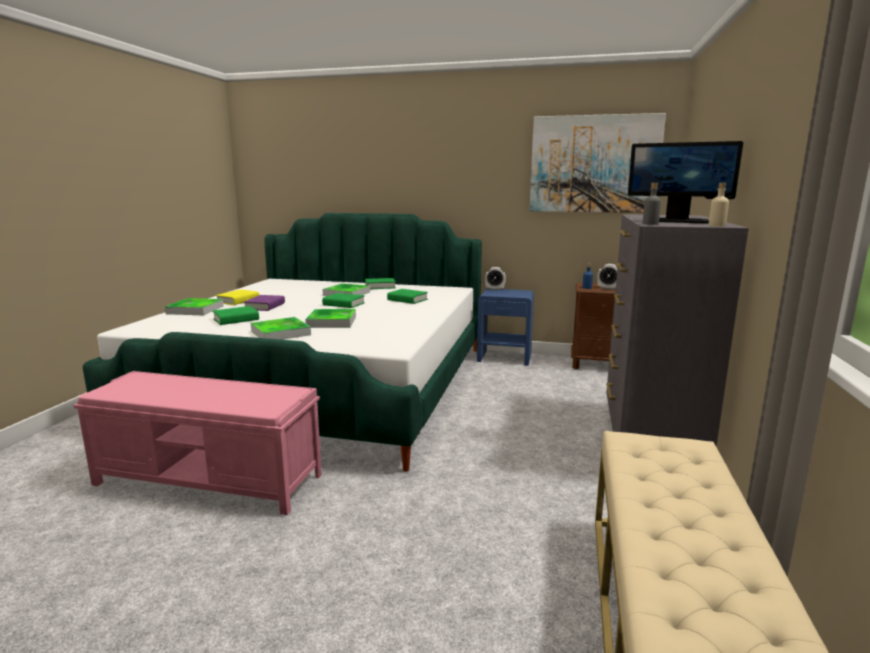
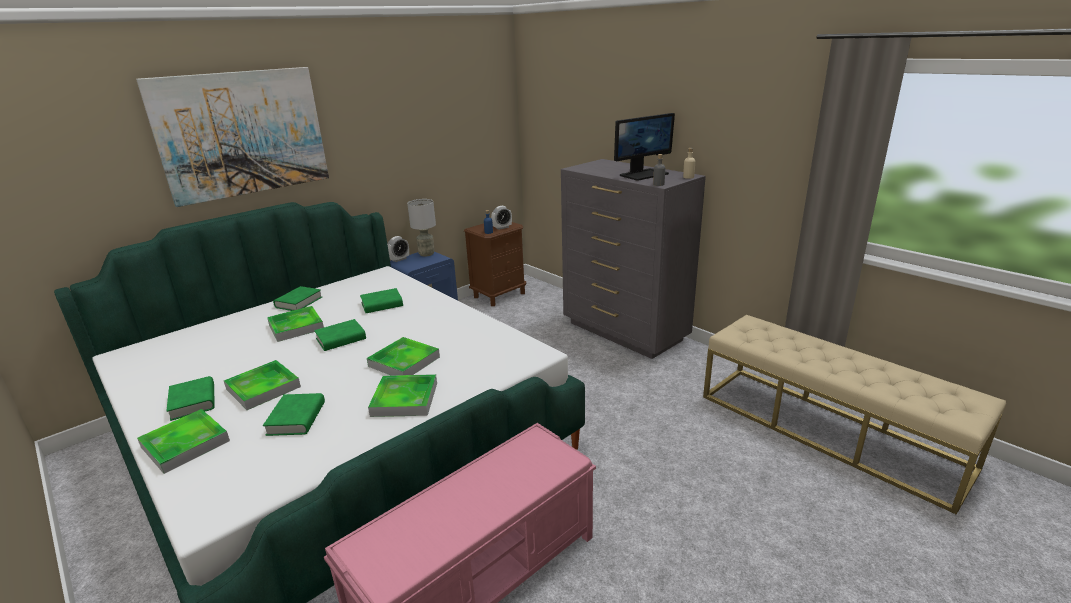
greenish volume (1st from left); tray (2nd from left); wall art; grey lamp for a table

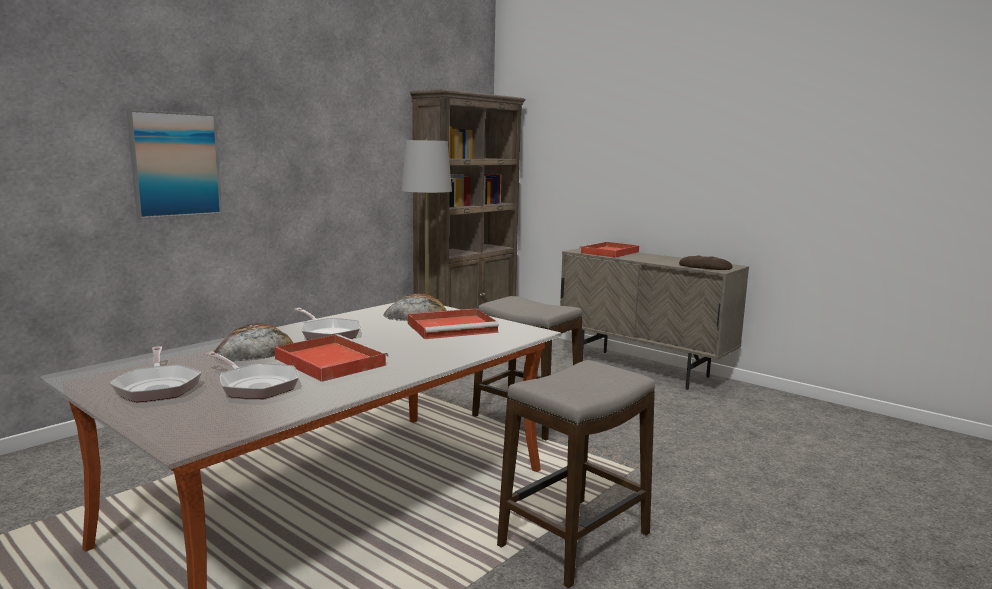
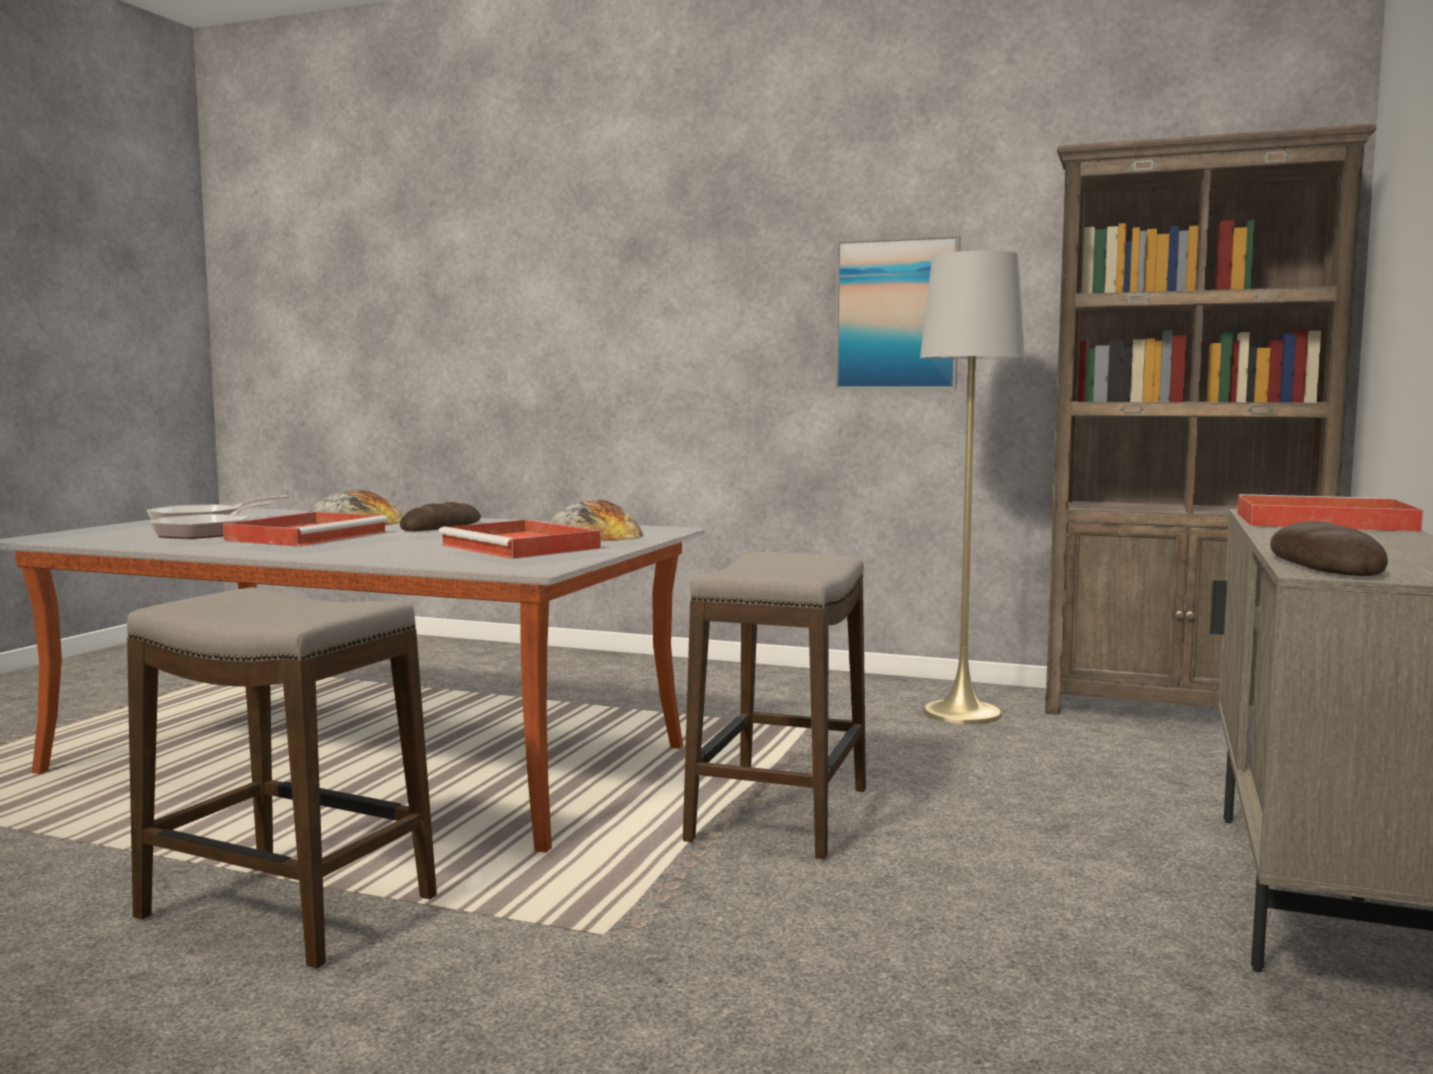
wall art; baked bread (2nd from left)

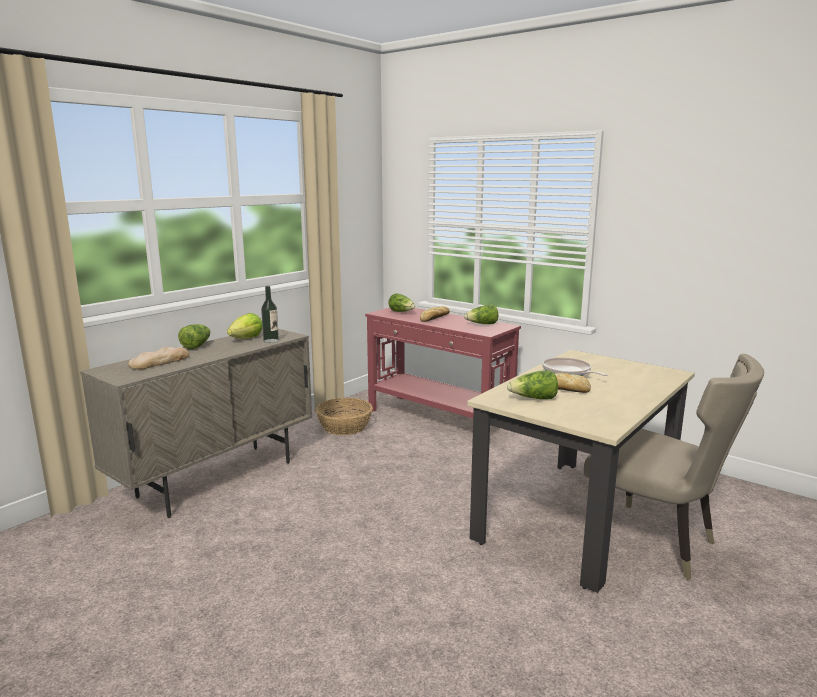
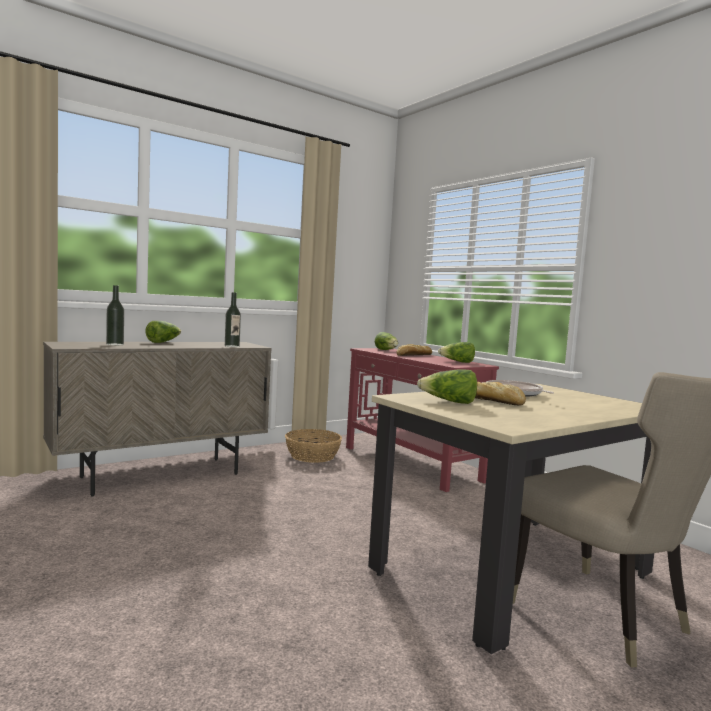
bottle (1st from left); lettuce head (2nd from left in the first image)

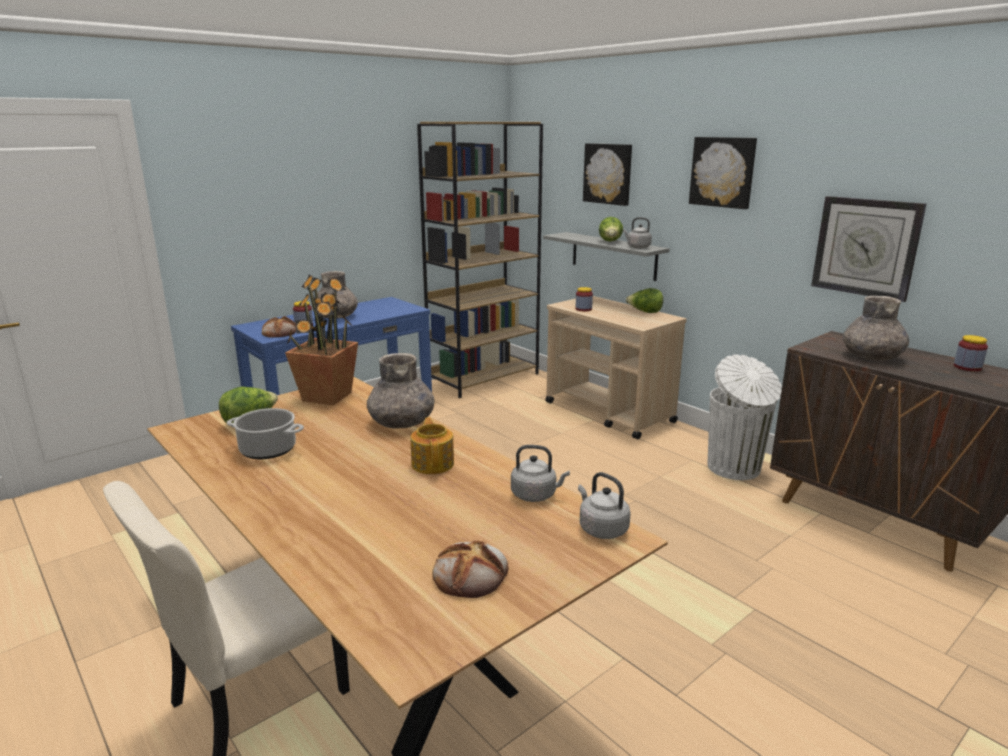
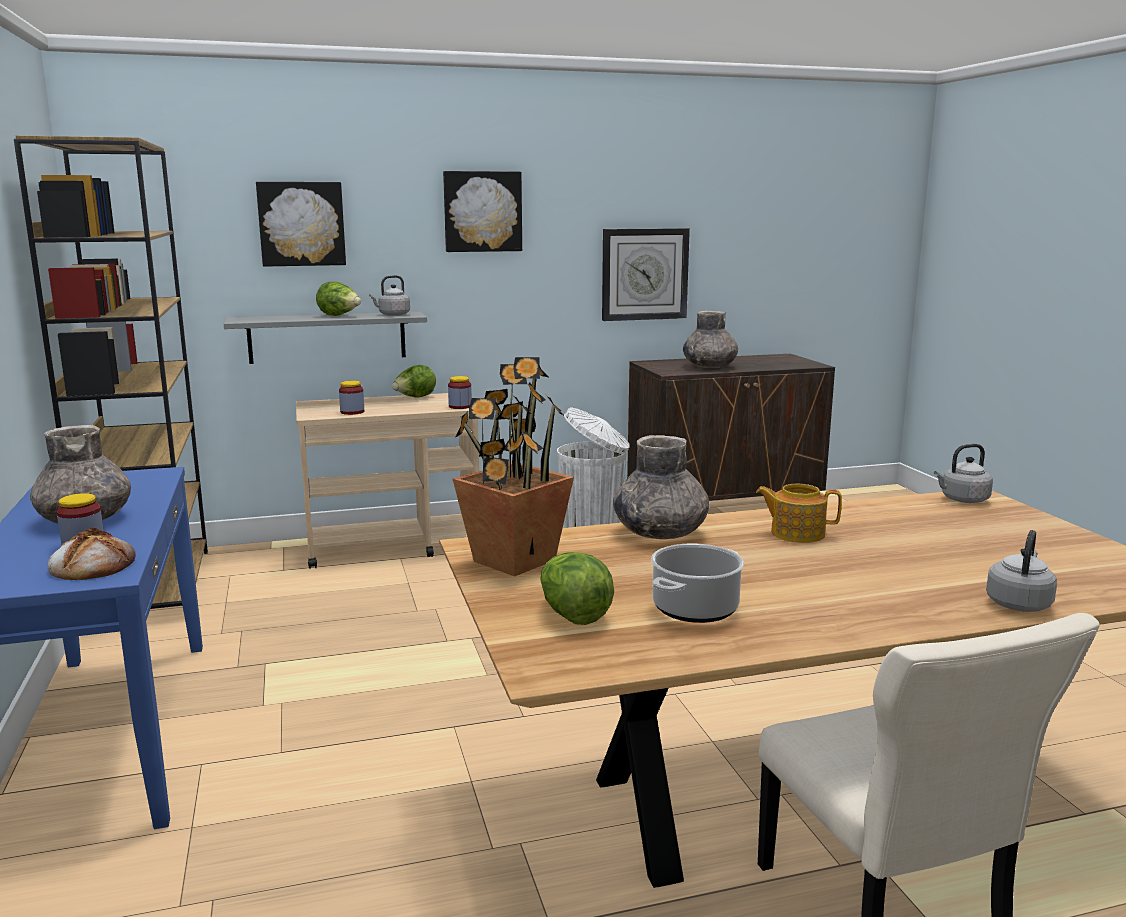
baked bread (2nd from left in the first image); grey water kettle (3rd from left); storage jar (3rd from left)

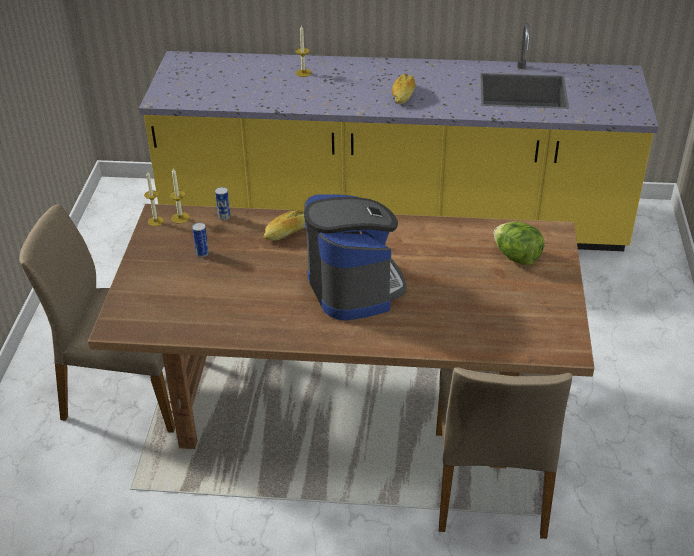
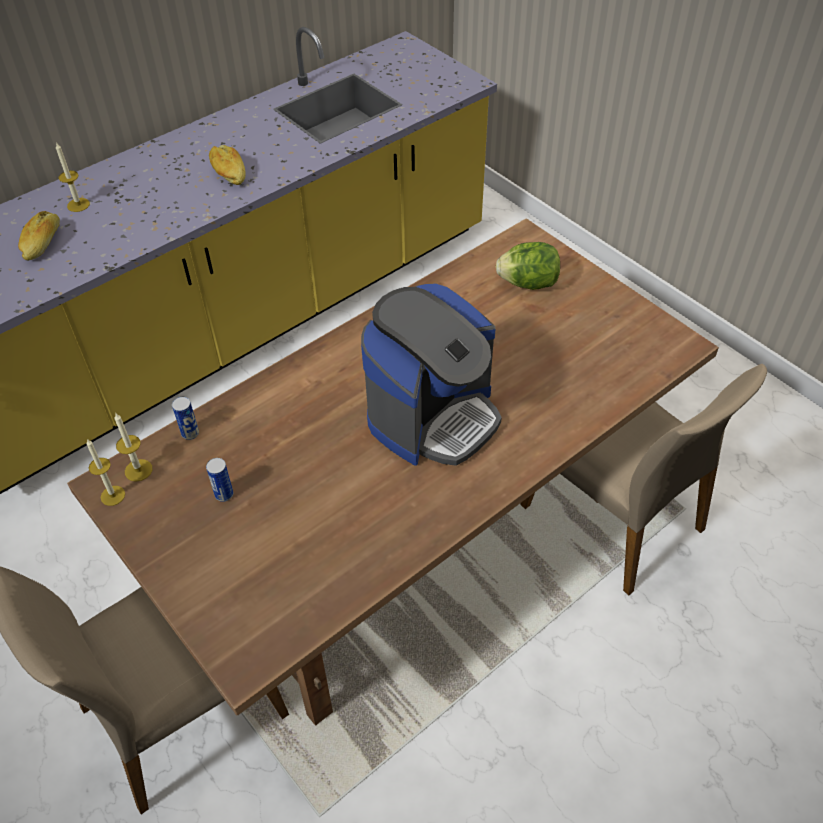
baked bread (1st from left); coffee brewer

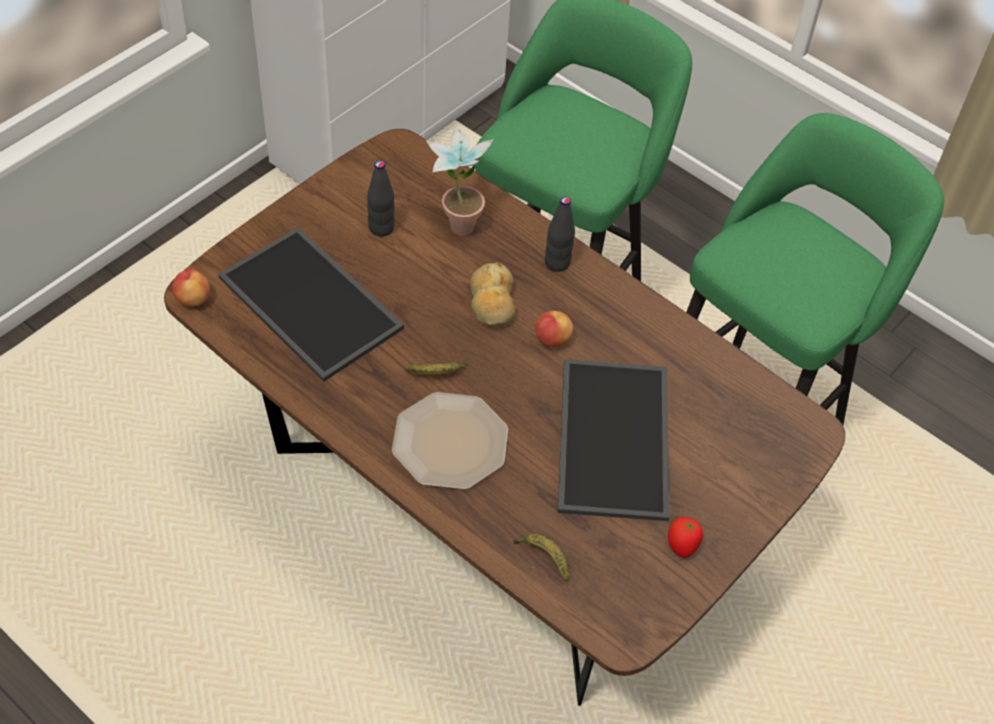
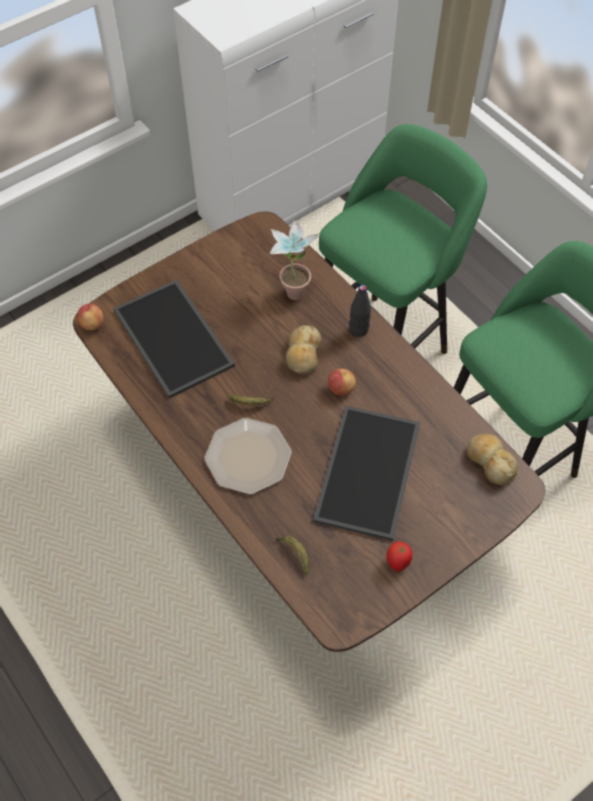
black-coloured bottle (1st from left in the first image); baked bread (2nd from left)

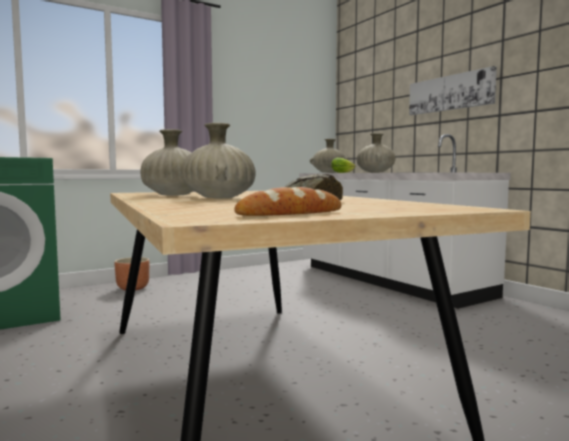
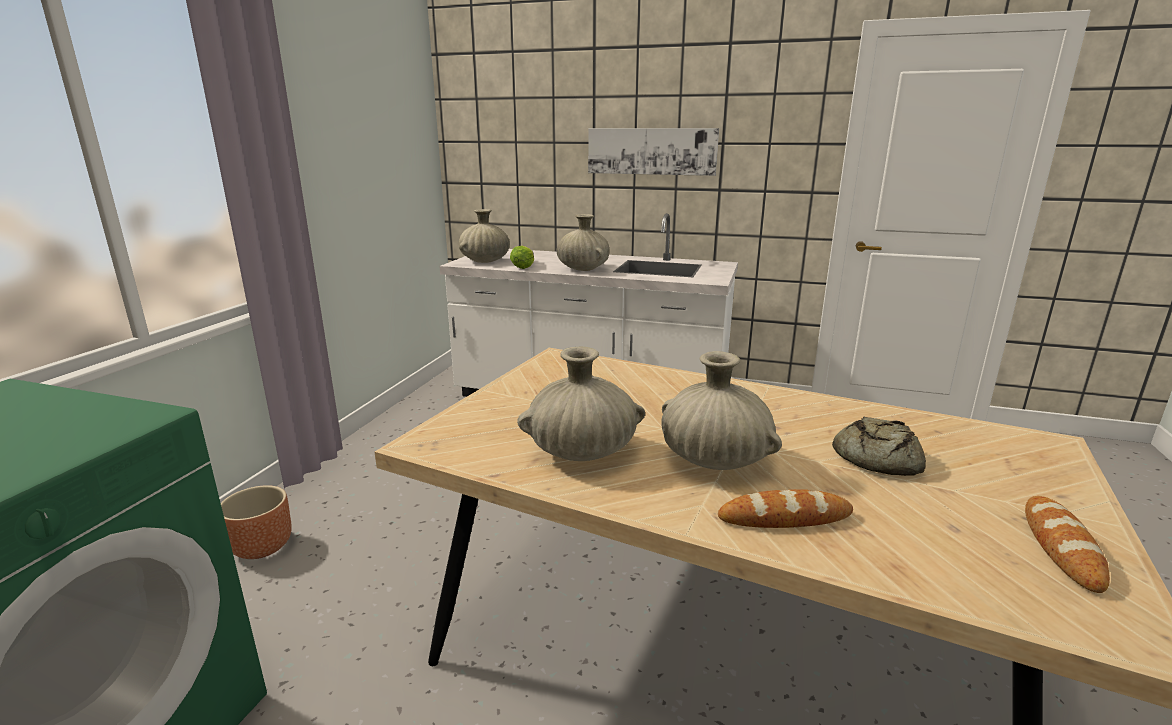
baked bread (1st from left)

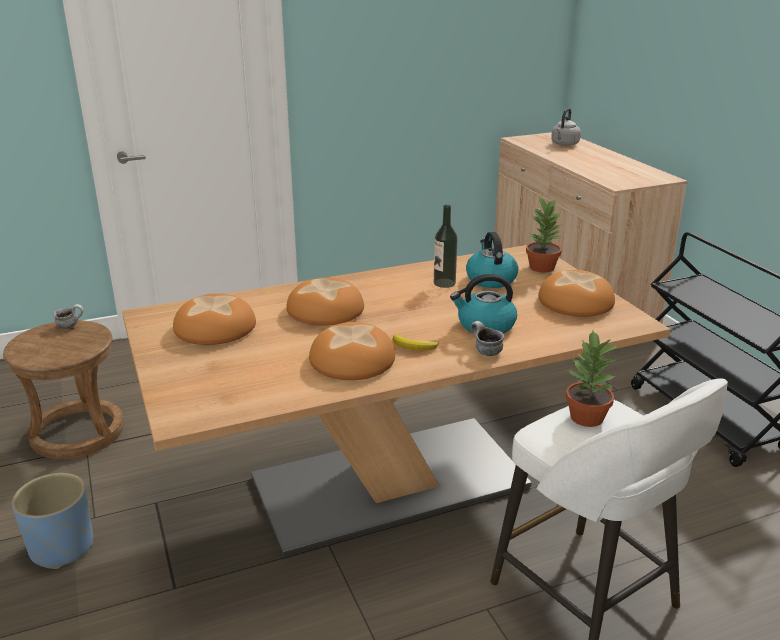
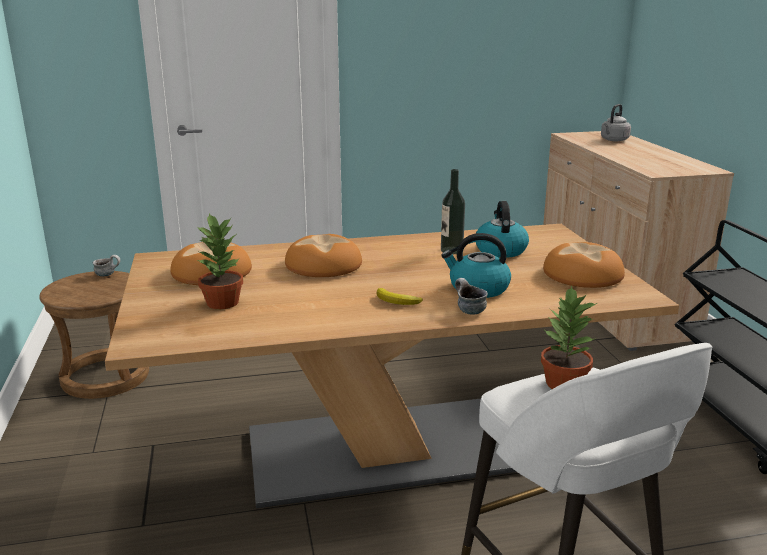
blue planter; baked bread (3rd from left in the first image); houseplant (1st from left)

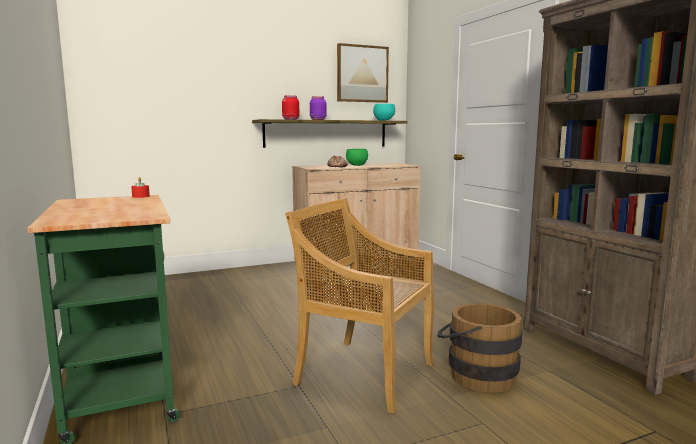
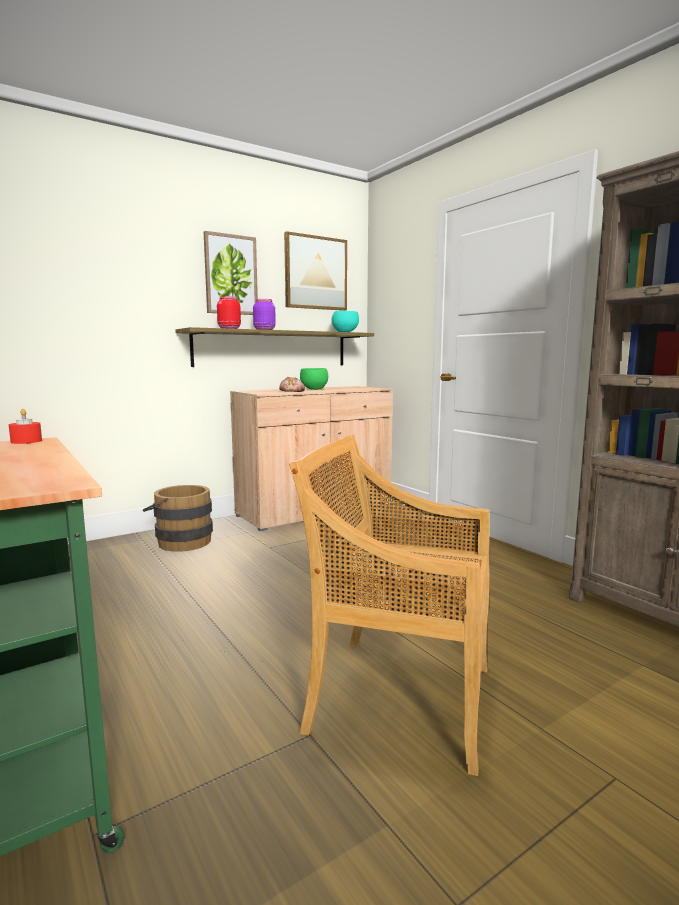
brown-coloured pail; wall art (1st from left)

